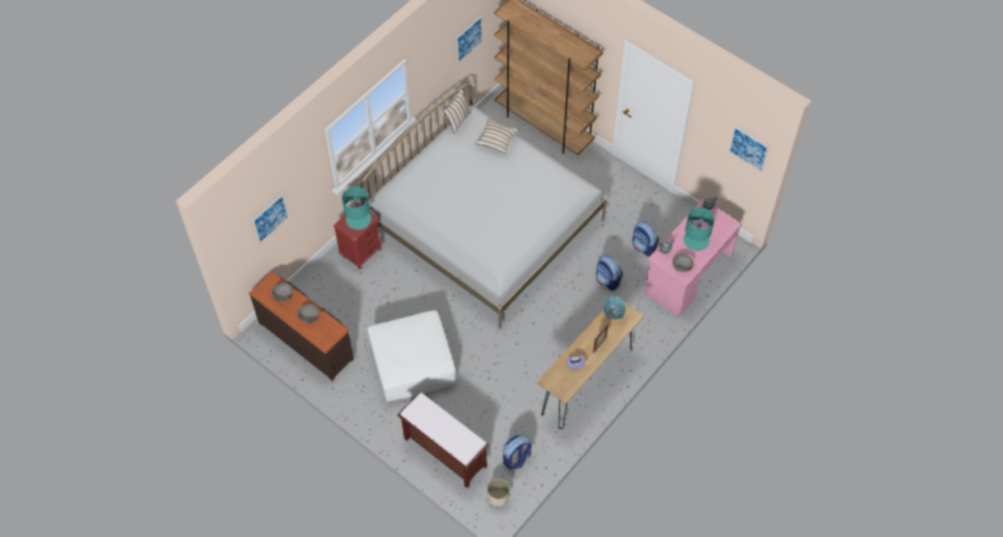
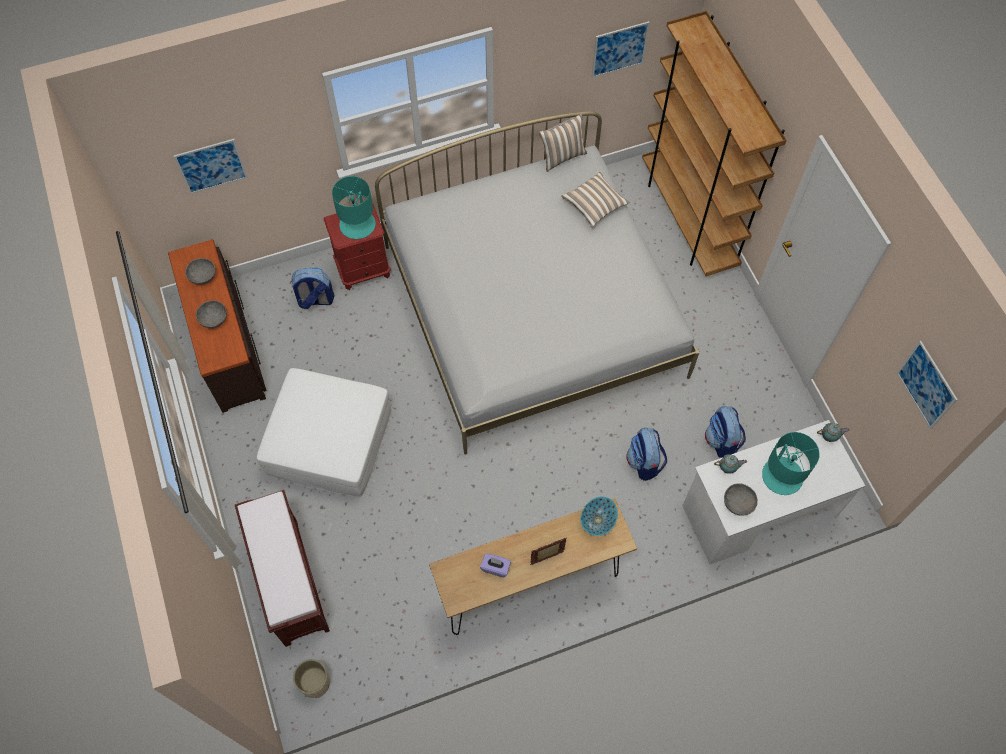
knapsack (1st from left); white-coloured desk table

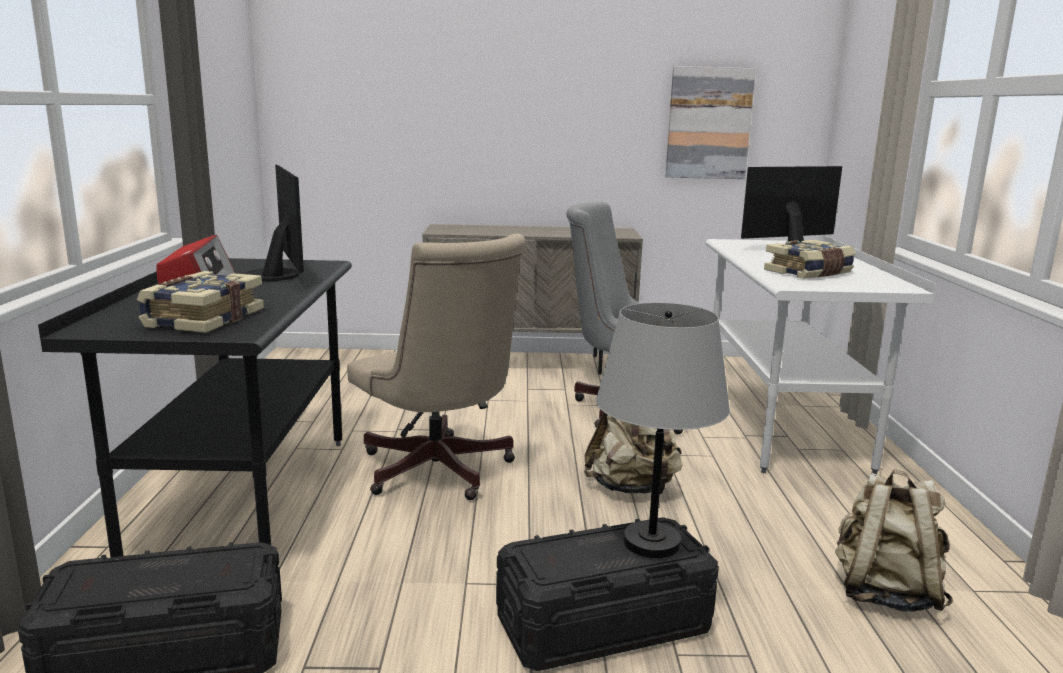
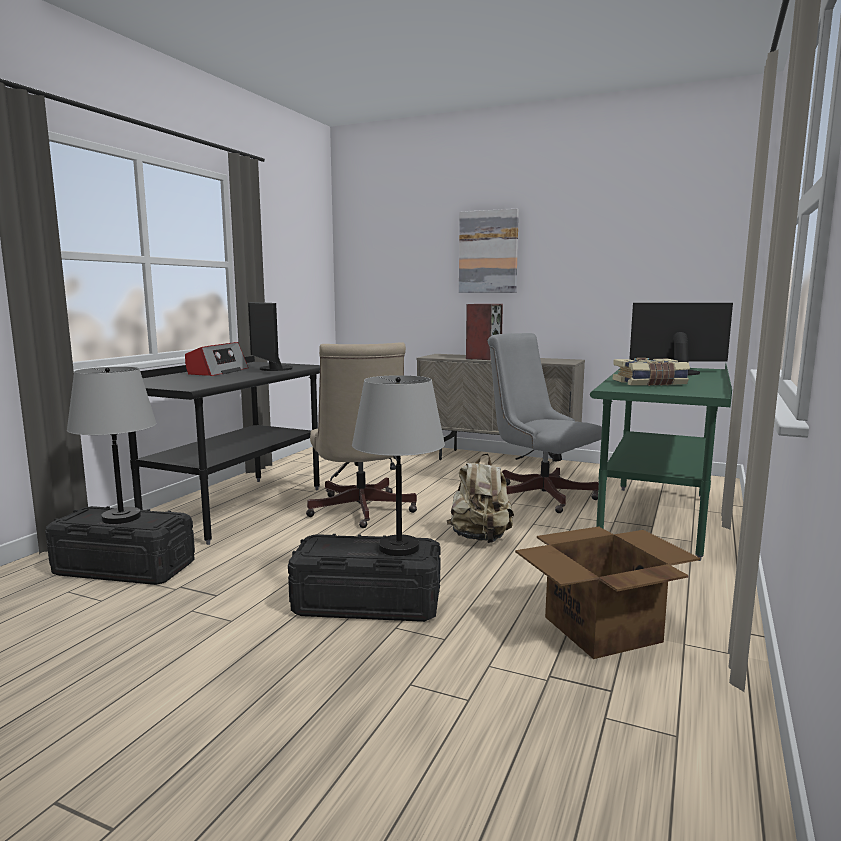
volume (1st from left in the first image); monitor (1st from left); wall art; greenish desk table; packing box; grey lamp for a table (1st from left); audio speaker

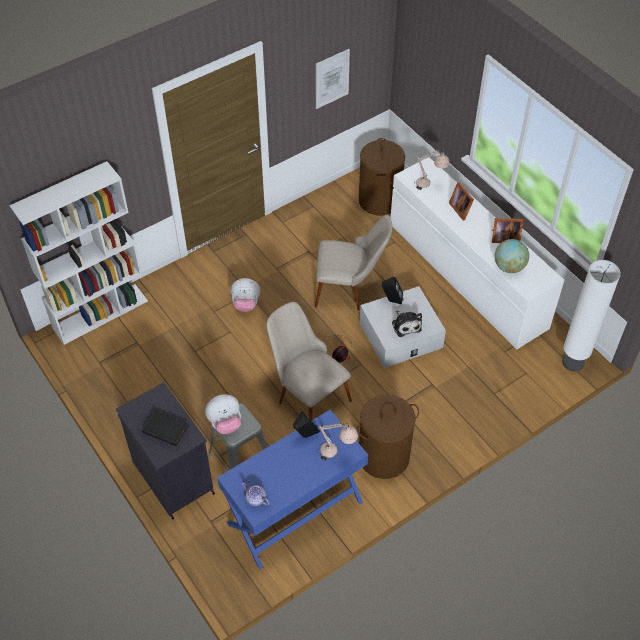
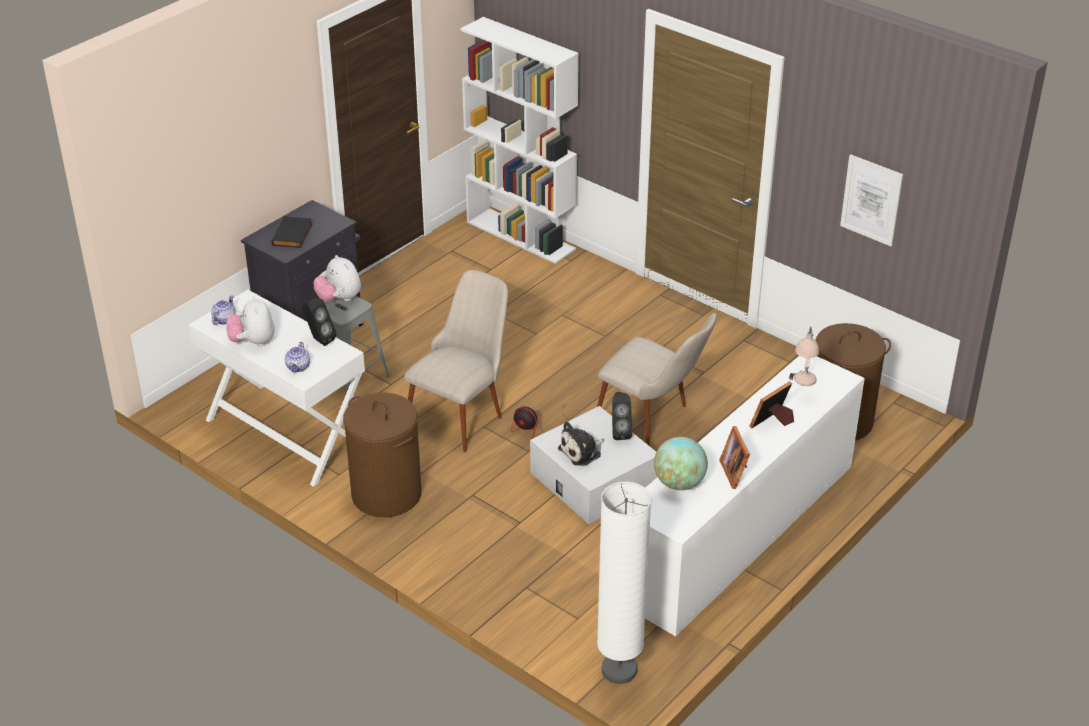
white-coloured desk table; plush toy (1st from left); beige upright chair (2nd from left); tea pot (2nd from left)

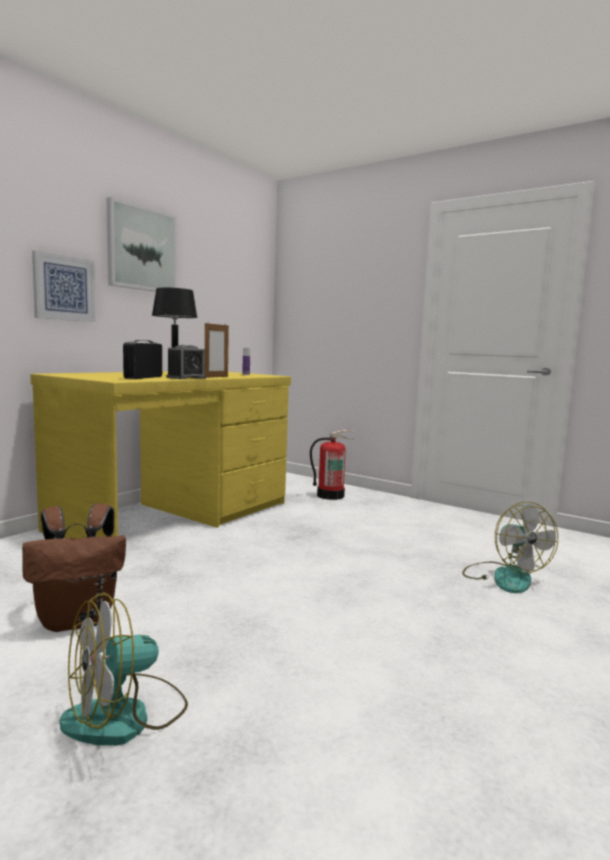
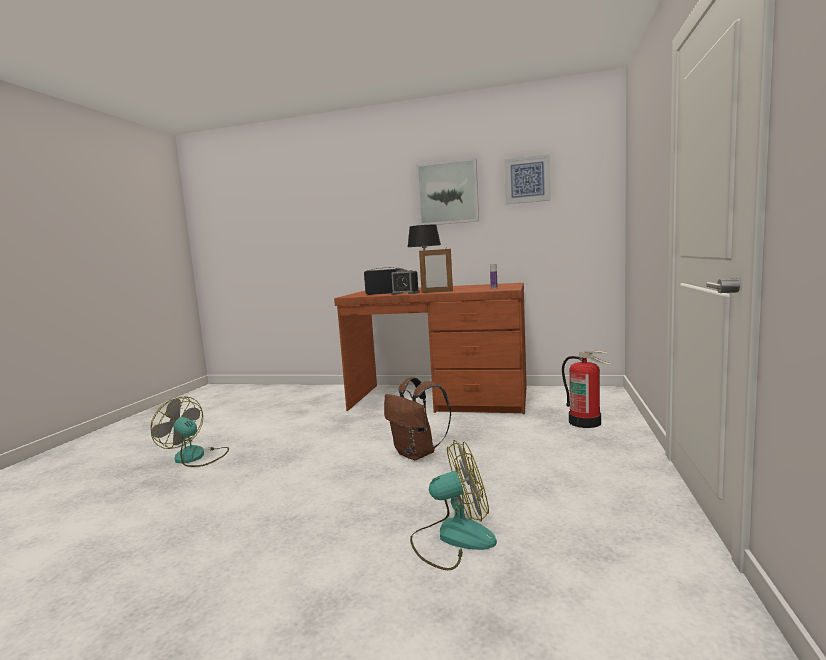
brown-coloured knapsack; brown-coloured desk table; wall art (2nd from left); fan (2nd from left)

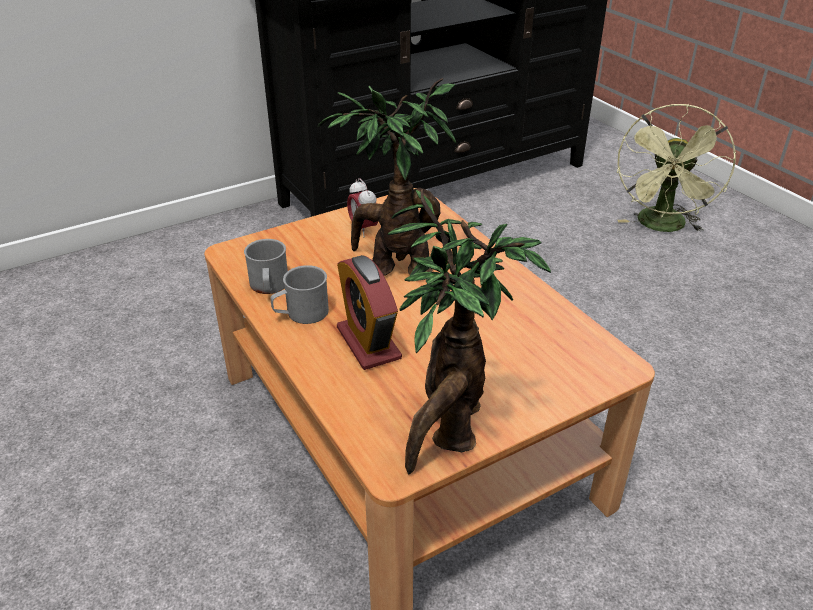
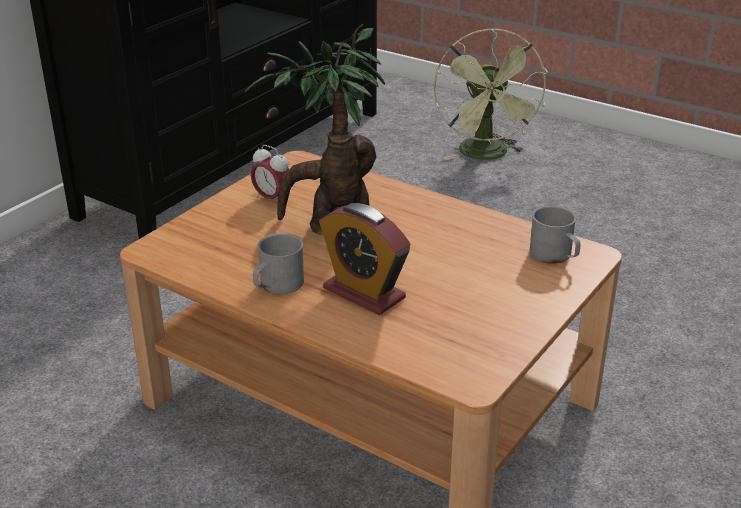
grey tea mug (2nd from left); houseplant (2nd from left in the first image)

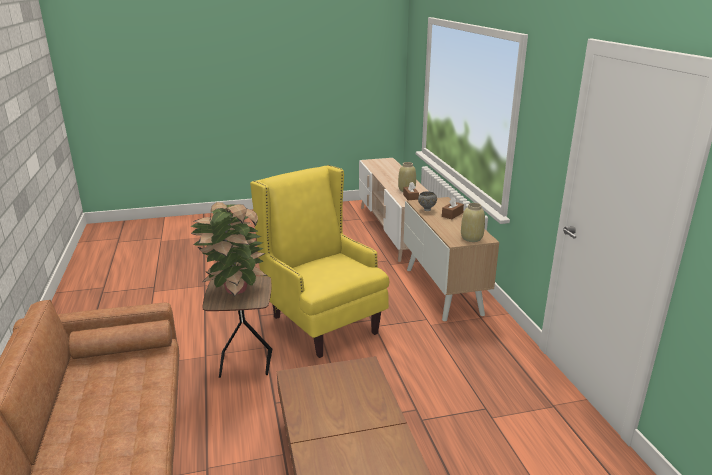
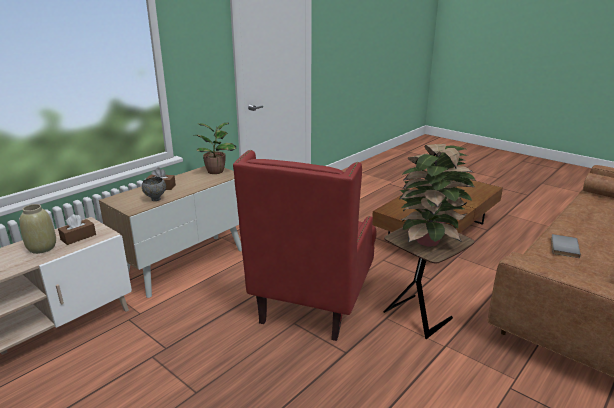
reddish easy chair; houseplant (1st from left); grey volume

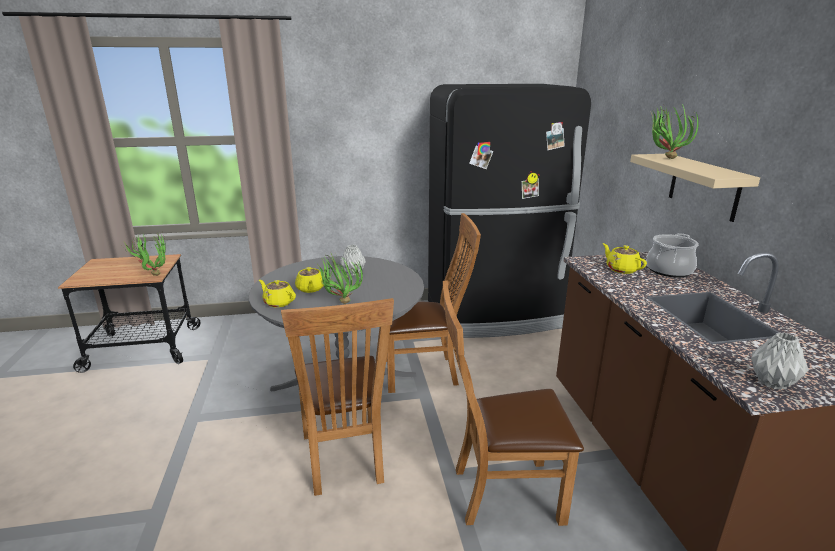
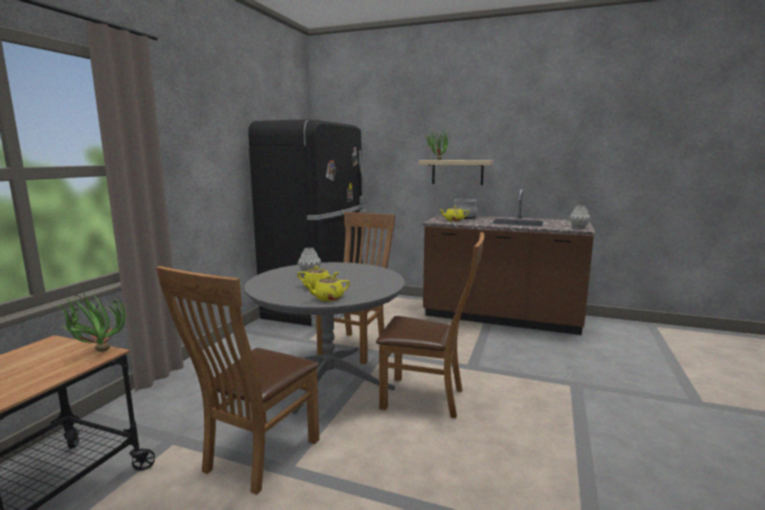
houseplant (2nd from left in the first image); brown-coloured upright chair (1st from left)

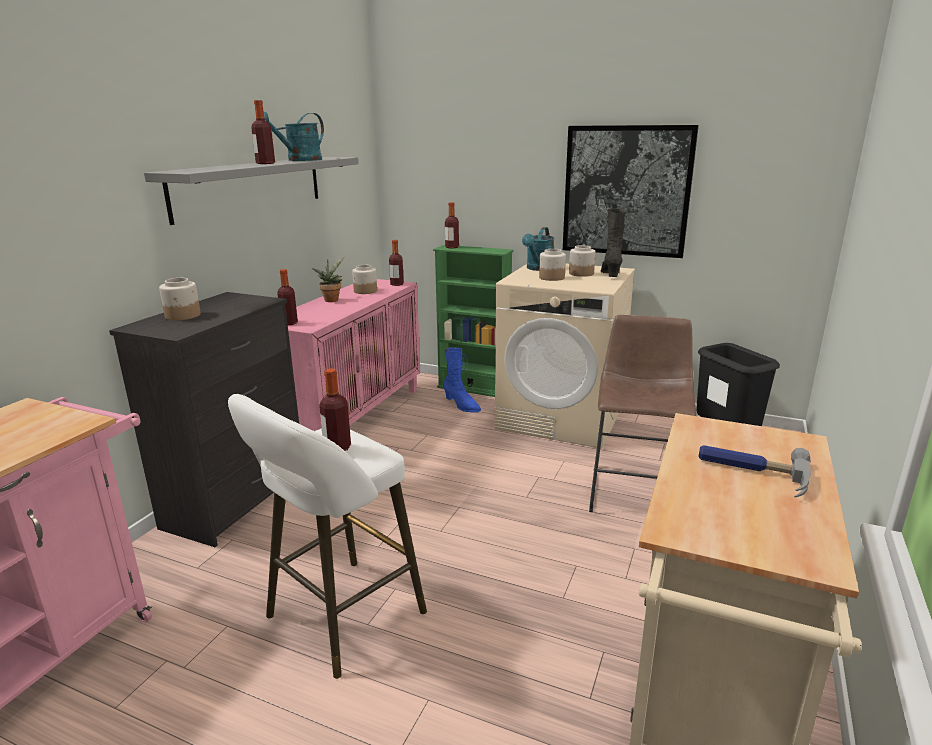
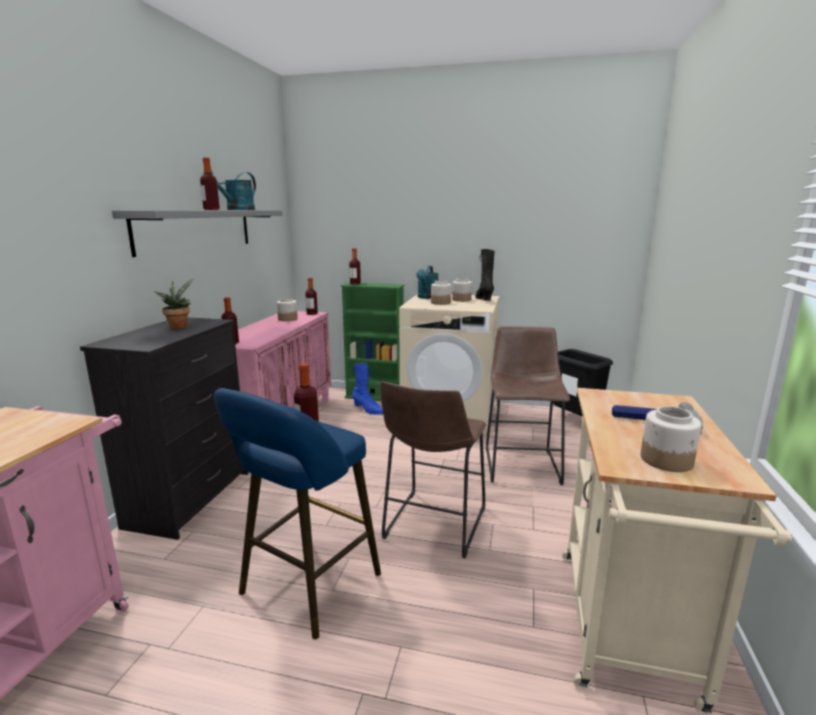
storage jar (4th from left); blue stool seat; houseplant; wall art; brown-coloured stool seat (1st from left)

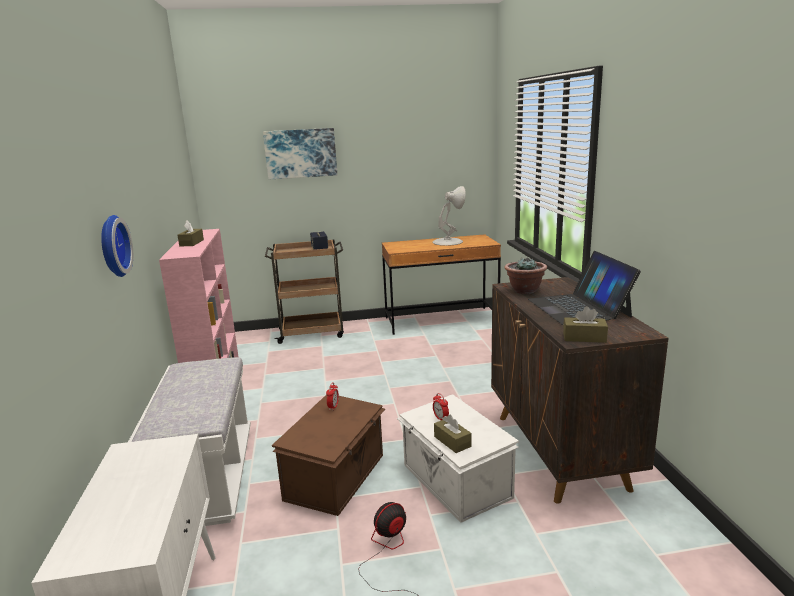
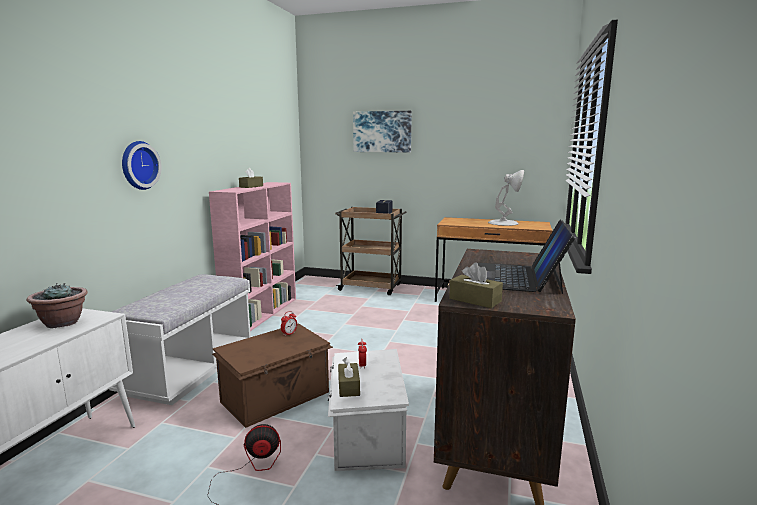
houseplant

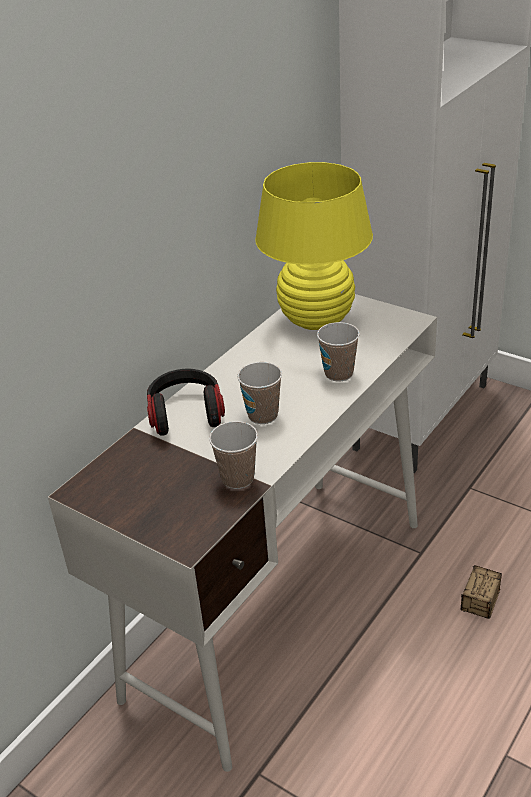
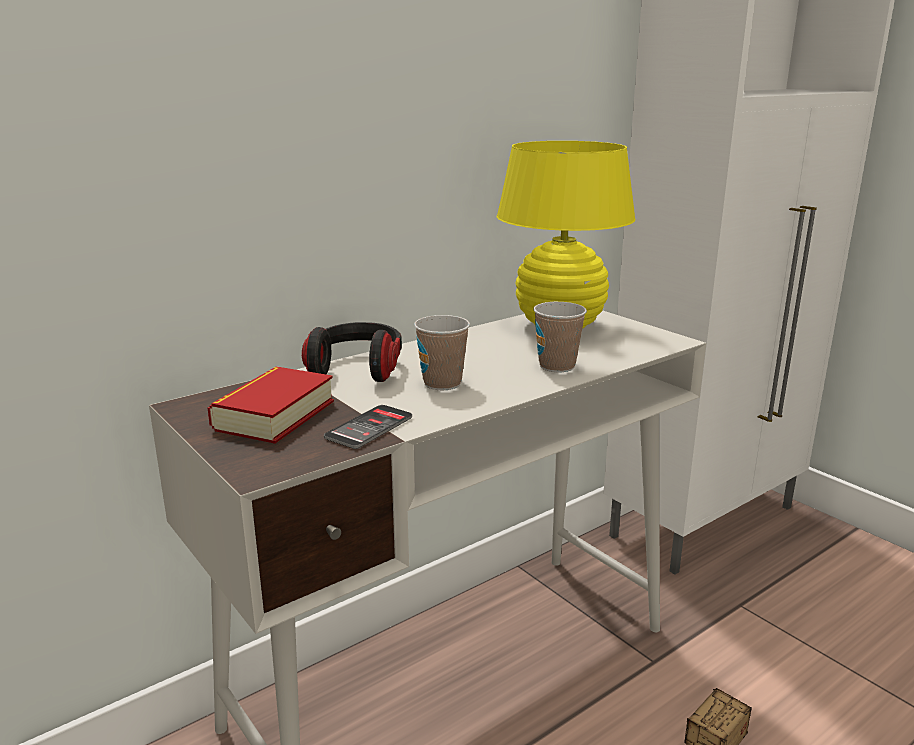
phone; volume

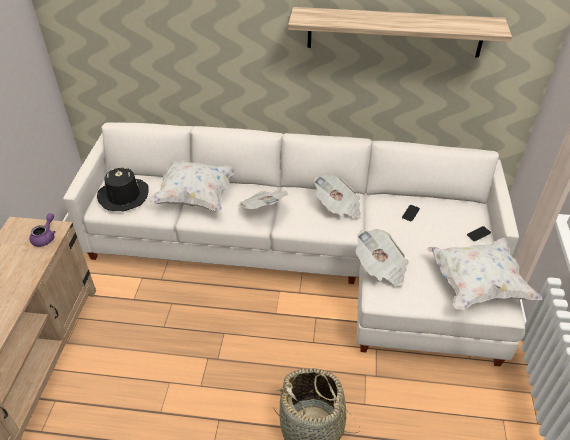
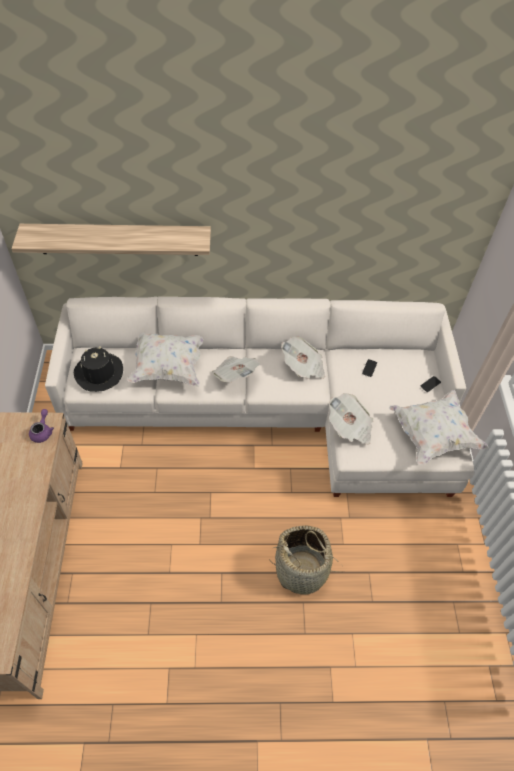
bracket shelf

